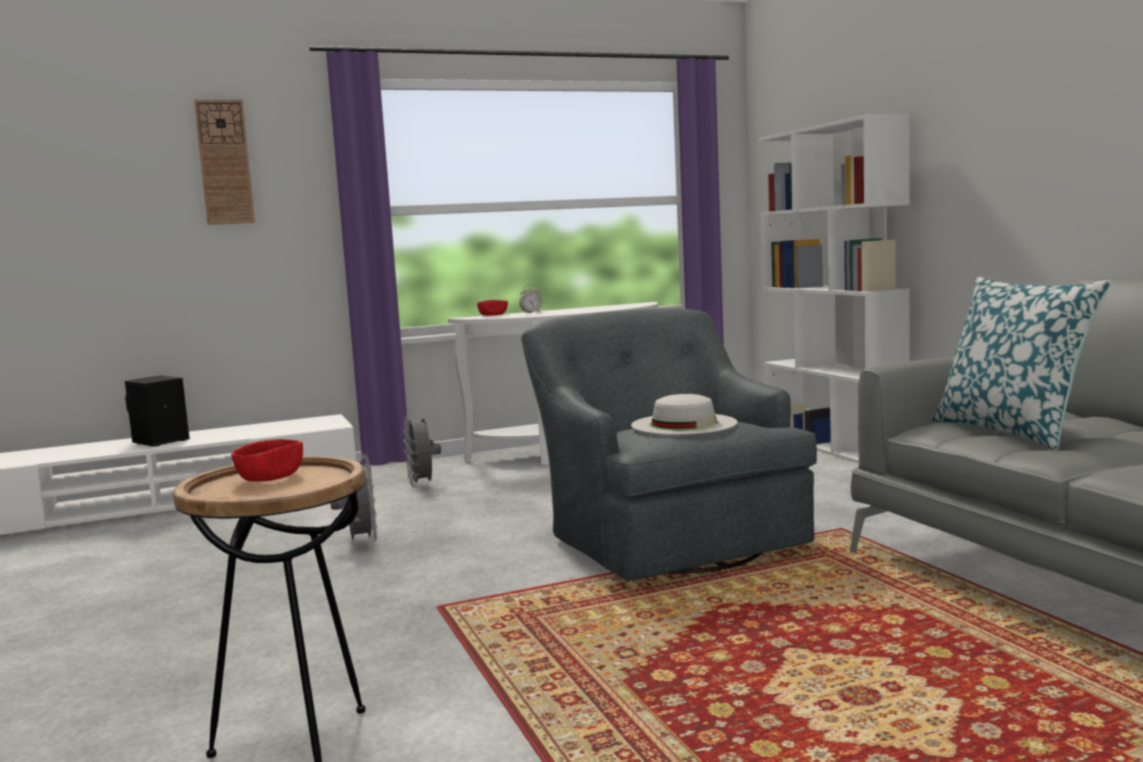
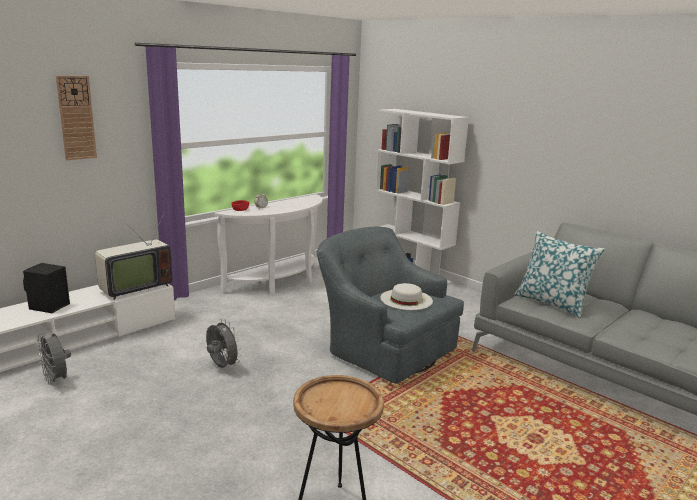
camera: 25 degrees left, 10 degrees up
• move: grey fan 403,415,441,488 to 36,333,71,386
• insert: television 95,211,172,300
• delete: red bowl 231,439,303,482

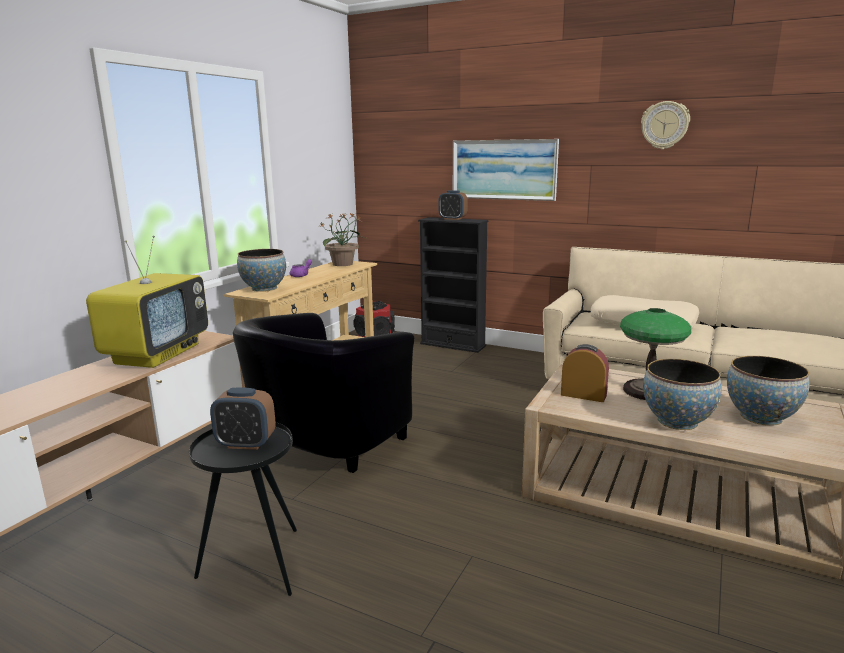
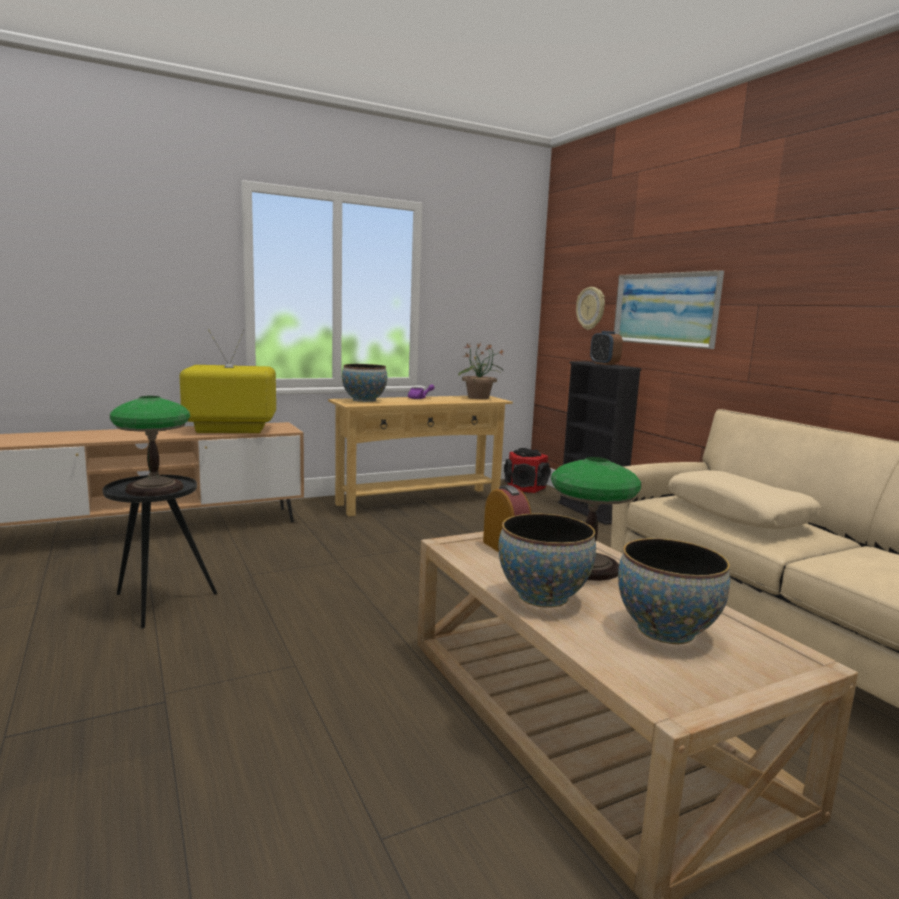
camera: 35 degrees right, 5 degrees down
• replace: alarm clock 210,387,276,450 to table lamp 110,396,190,497
• rotate: television 86,236,208,368 = 180,329,276,433 150 degrees counterclockwise
• move: wall clock 641,101,690,149 to 576,287,605,330
• delete: black armchair 233,313,414,473

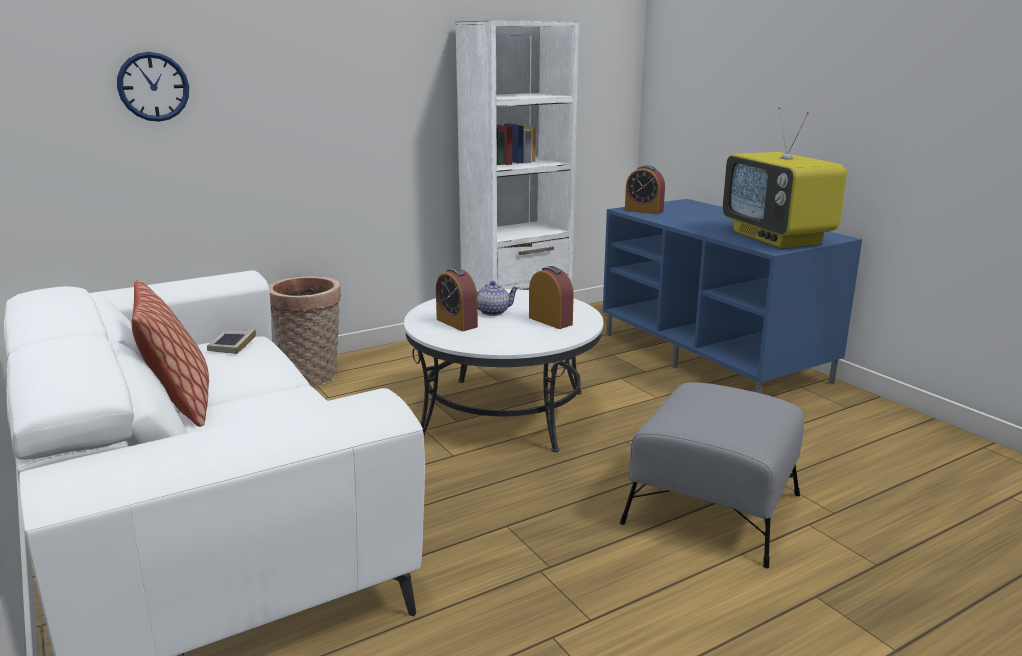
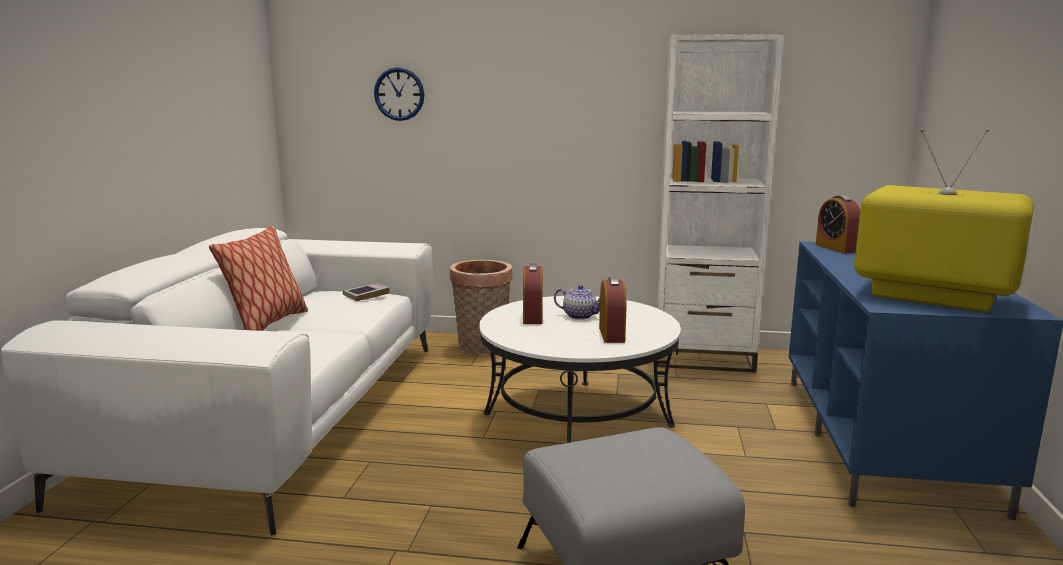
camera: 40 degrees right, 5 degrees down
• rotate: television 722,107,847,248 = 854,129,1034,312 105 degrees clockwise

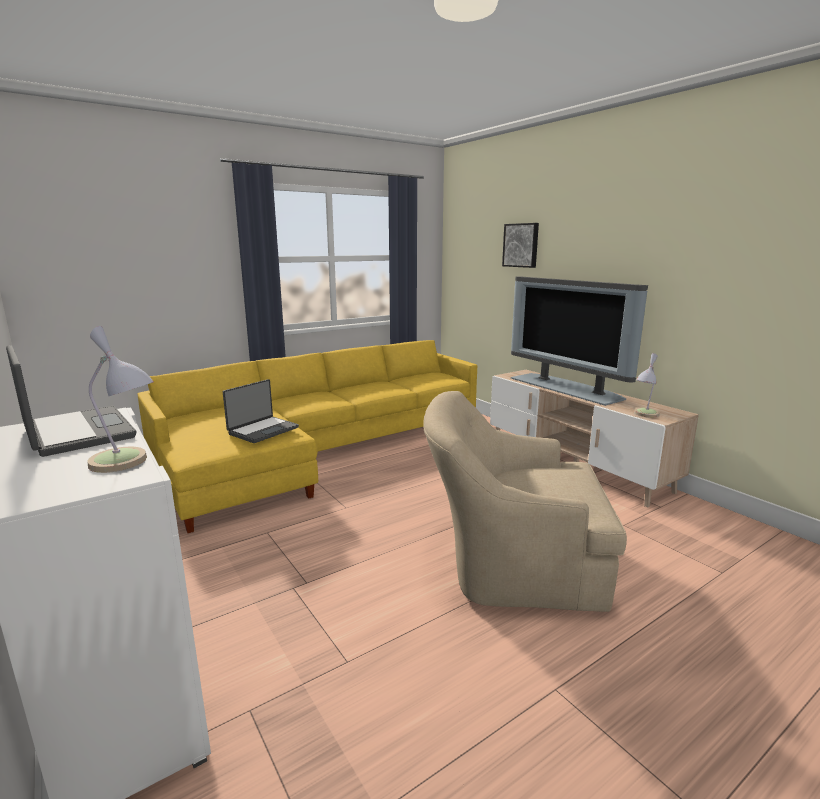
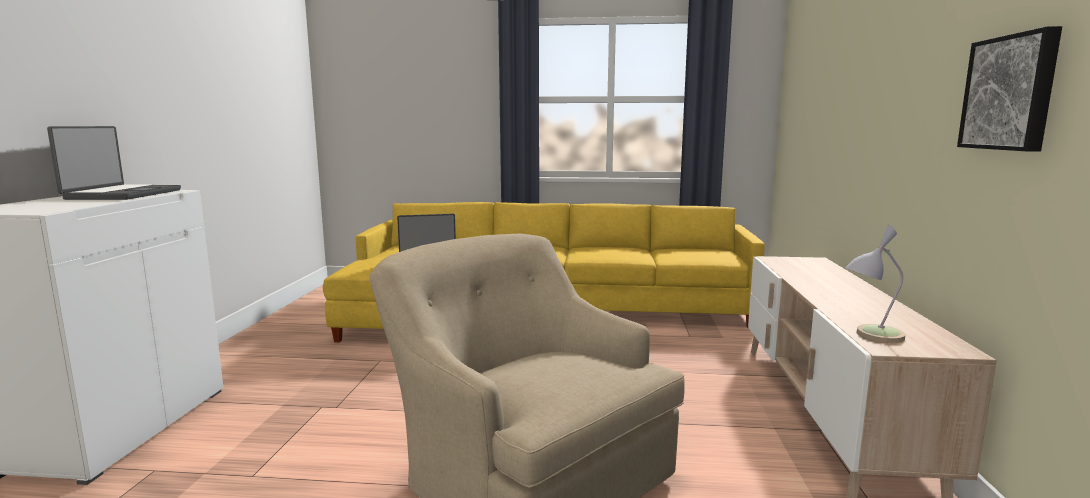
camera: 40 degrees right, 5 degrees down
• move: picture 502,223,539,268 to 957,26,1062,151
• delete: table lamp 87,326,154,473
• delete: television 511,276,648,406

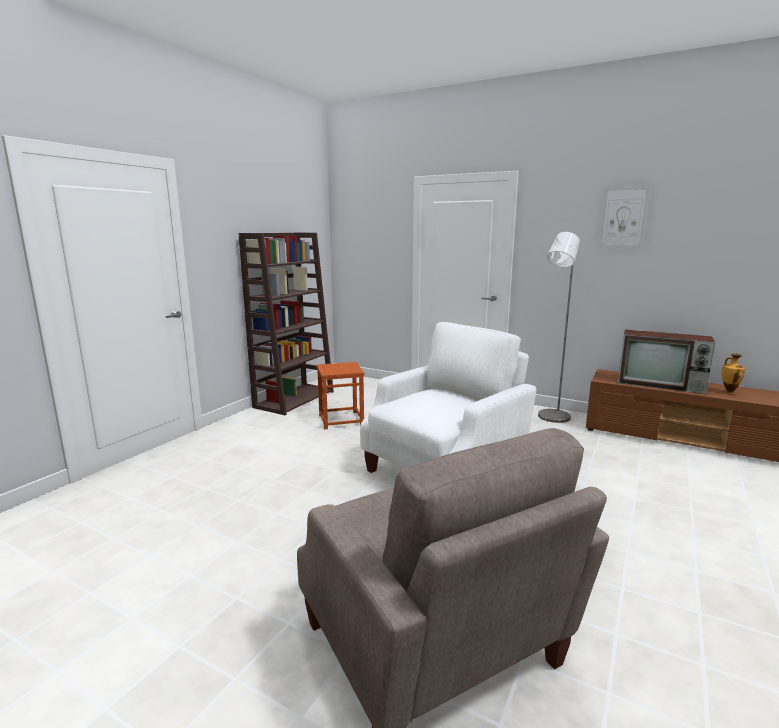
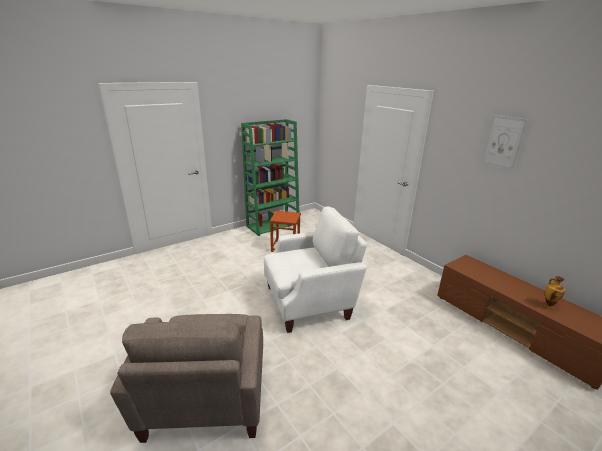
camera: 25 degrees right, 10 degrees up
• recolor: brown bookcase 239,233,334,415 to green bookcase 241,119,299,236
• delete: grey floor lamp 538,232,580,423
• delete: television 618,330,715,394

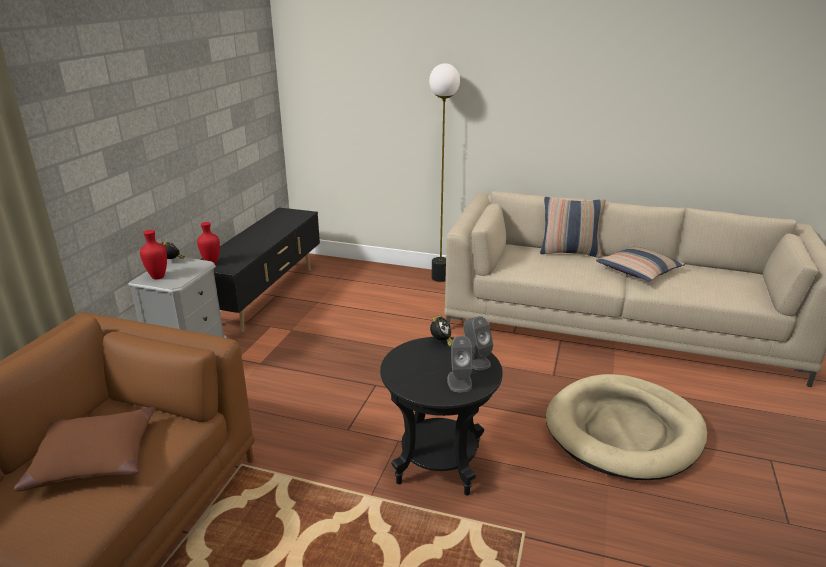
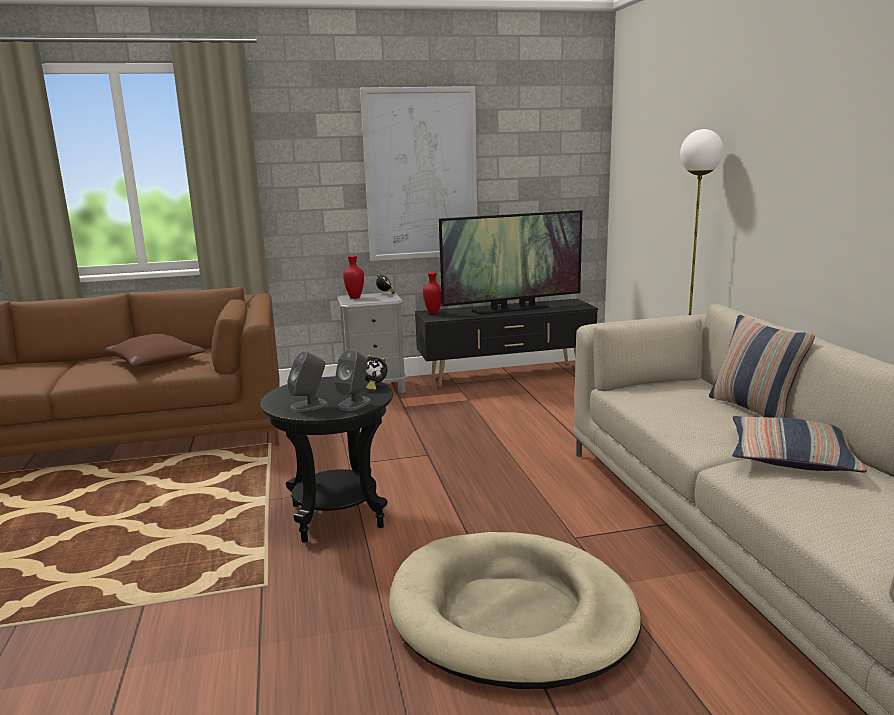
camera: 60 degrees right, 10 degrees down
• insert: picture 360,86,477,261
• insert: television 439,210,582,314

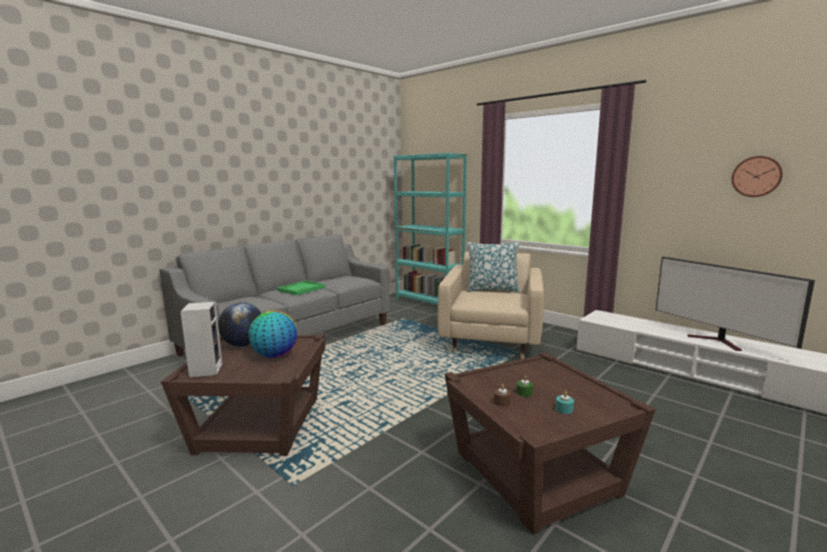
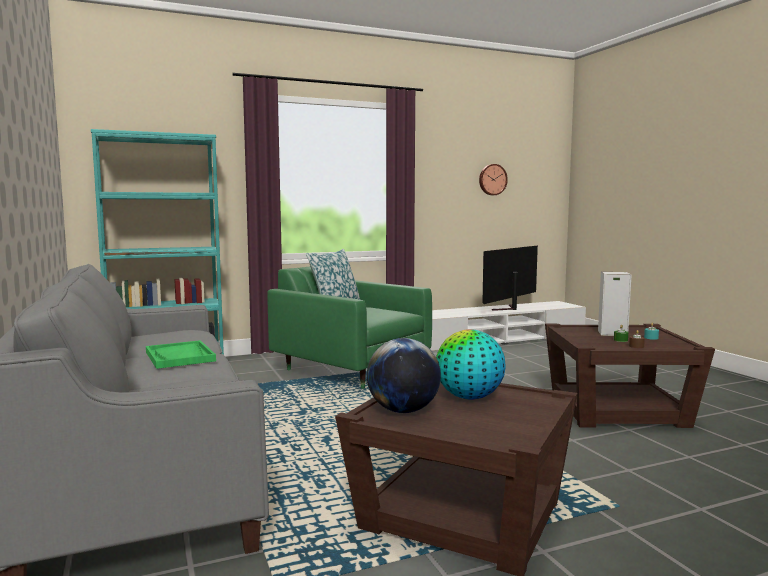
camera: 65 degrees left, 5 degrees down
• recolor: beige armchair 438,251,544,359 to green armchair 267,267,432,389
• rotate: television 656,257,815,351 = 482,246,538,311 135 degrees clockwise
• move: speaker 180,302,222,377 to 598,272,632,336

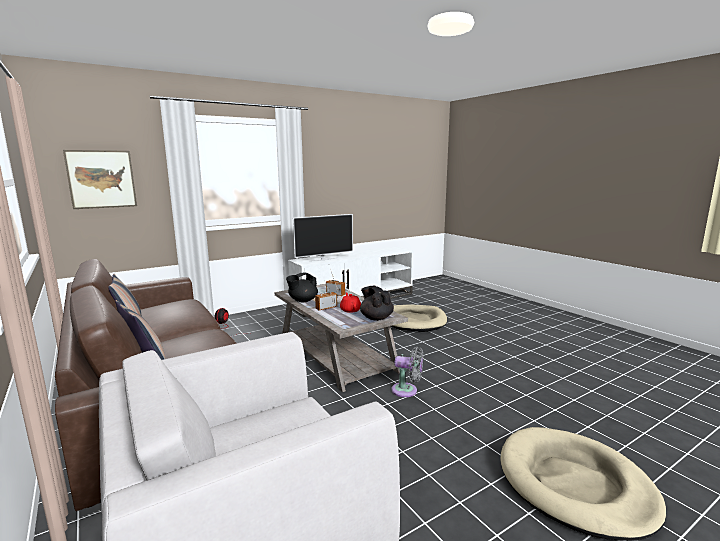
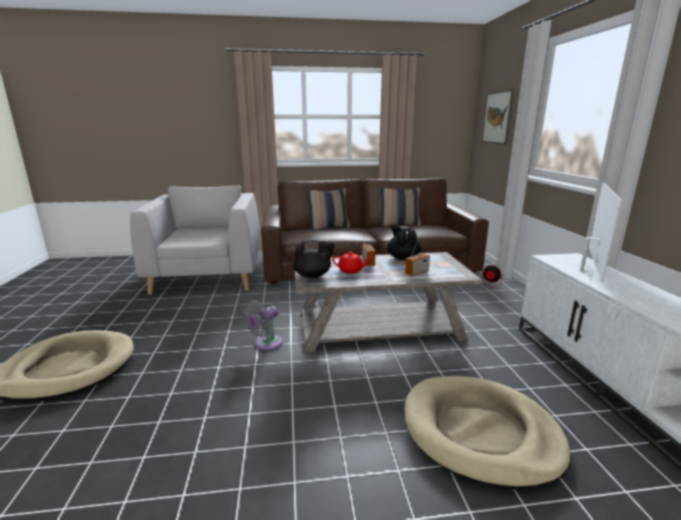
camera: 115 degrees right, 5 degrees up
• rotate: television 293,214,353,261 = 580,182,622,283 150 degrees counterclockwise

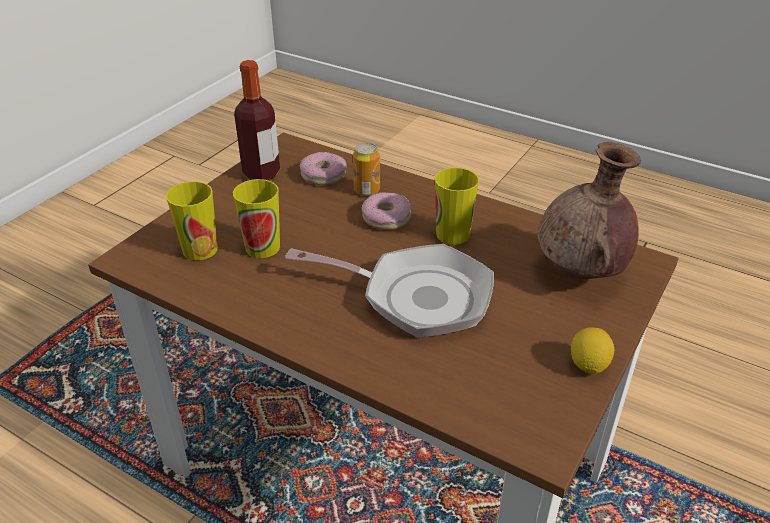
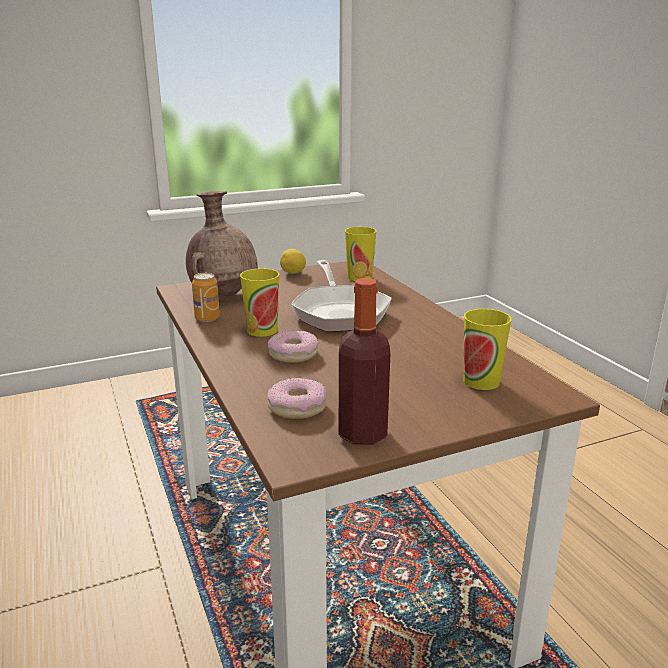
camera: 145 degrees left, 15 degrees down
• move: can 353,143,380,196 to 192,273,220,322
• rotate: frying pan 285,244,494,338 = 291,260,392,332 150 degrees counterclockwise
• move: cup 233,179,280,258 to 345,227,376,281

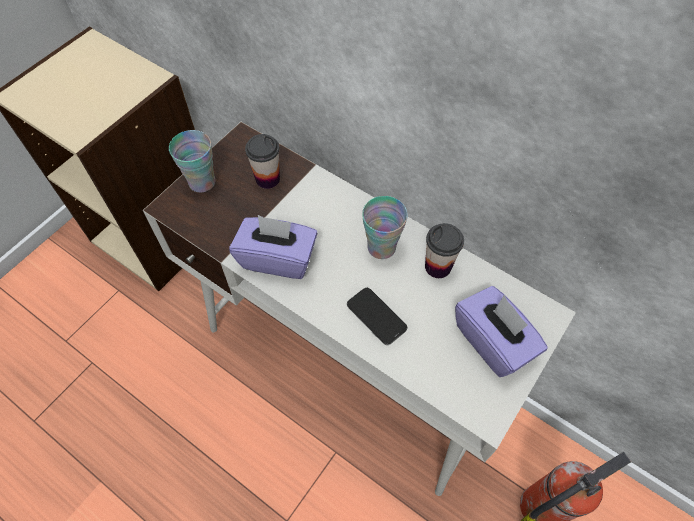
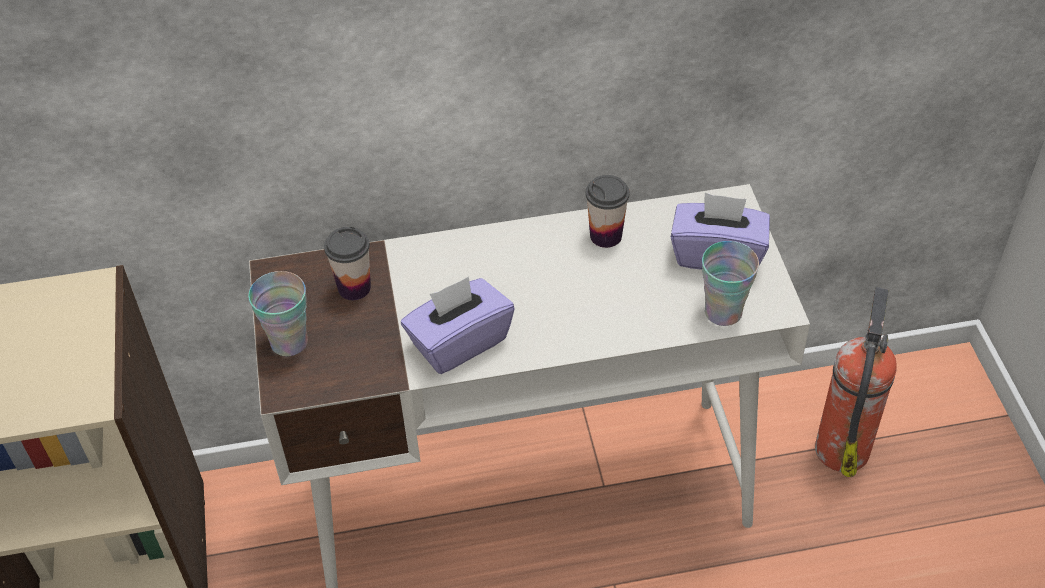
camera: 45 degrees left, 10 degrees down
• move: cup 362,196,408,259 to 702,241,759,326
• delete: phone 347,288,408,345

